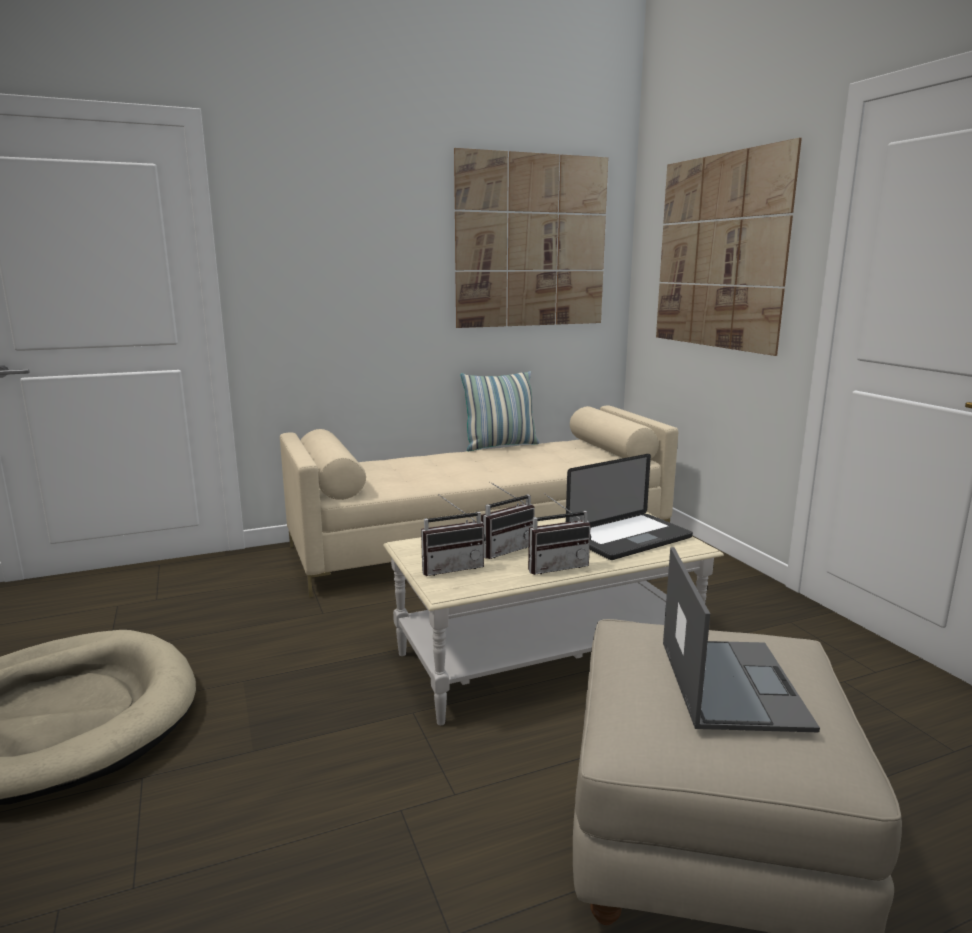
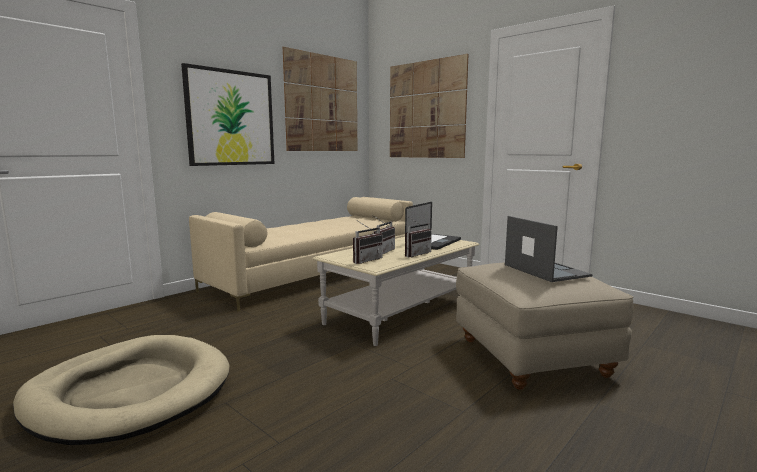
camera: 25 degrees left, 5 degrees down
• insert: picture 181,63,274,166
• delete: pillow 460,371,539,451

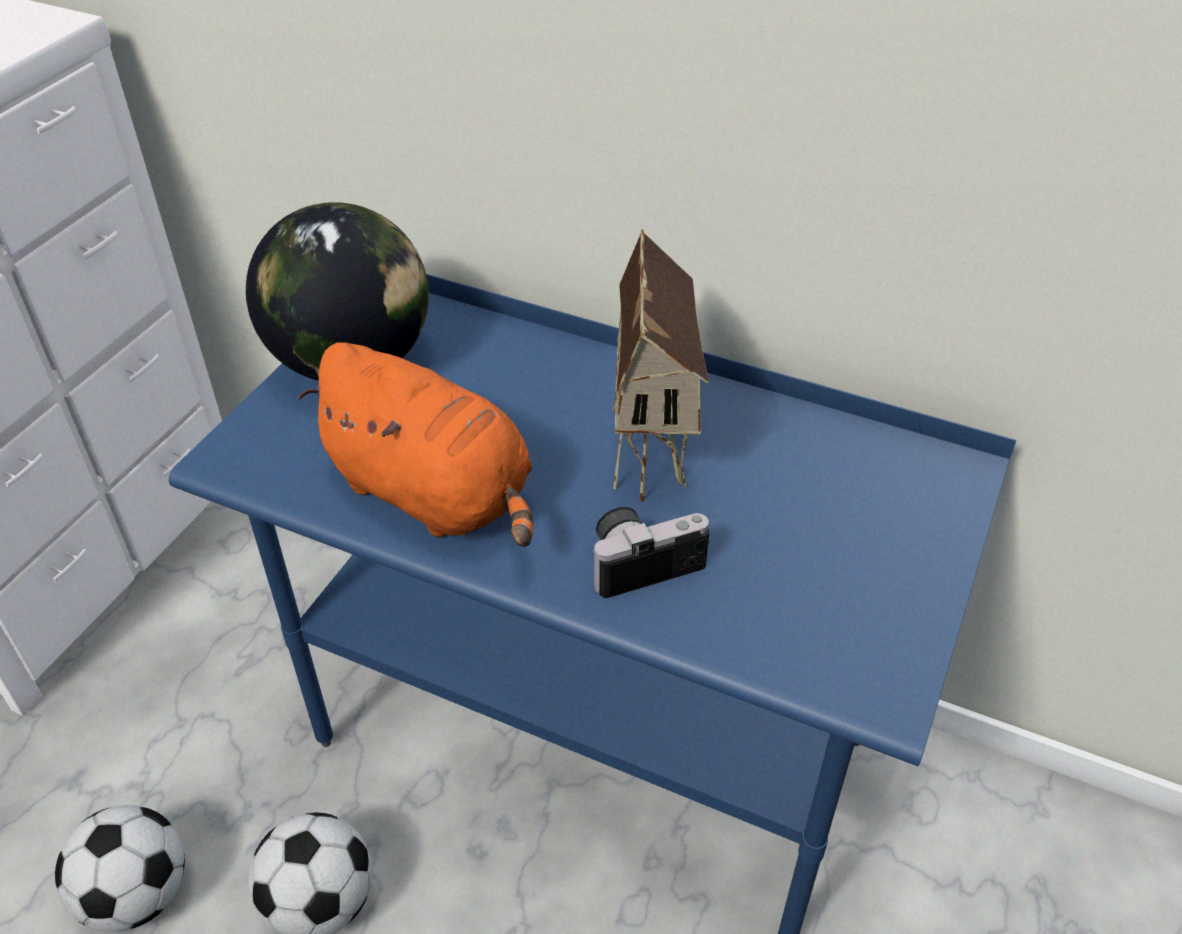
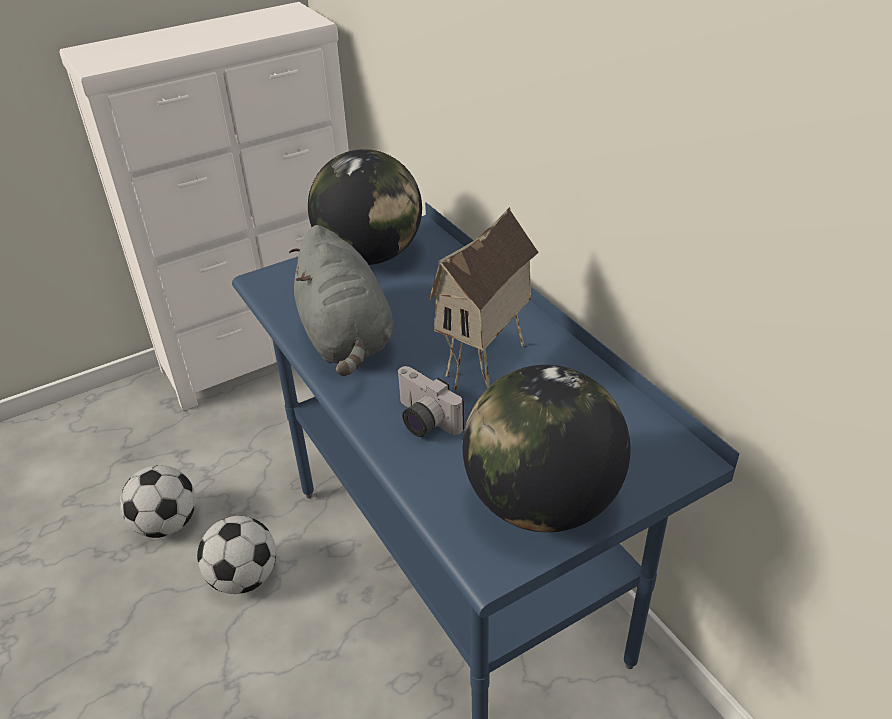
camera: 35 degrees right, 5 degrees down
• recolor: orange plush toy 298,342,534,547 to grey plush toy 289,225,394,376
• rotate: photo camera 591,507,709,598 = 397,366,465,437 150 degrees counterclockwise
• insert: globe 463,365,631,532

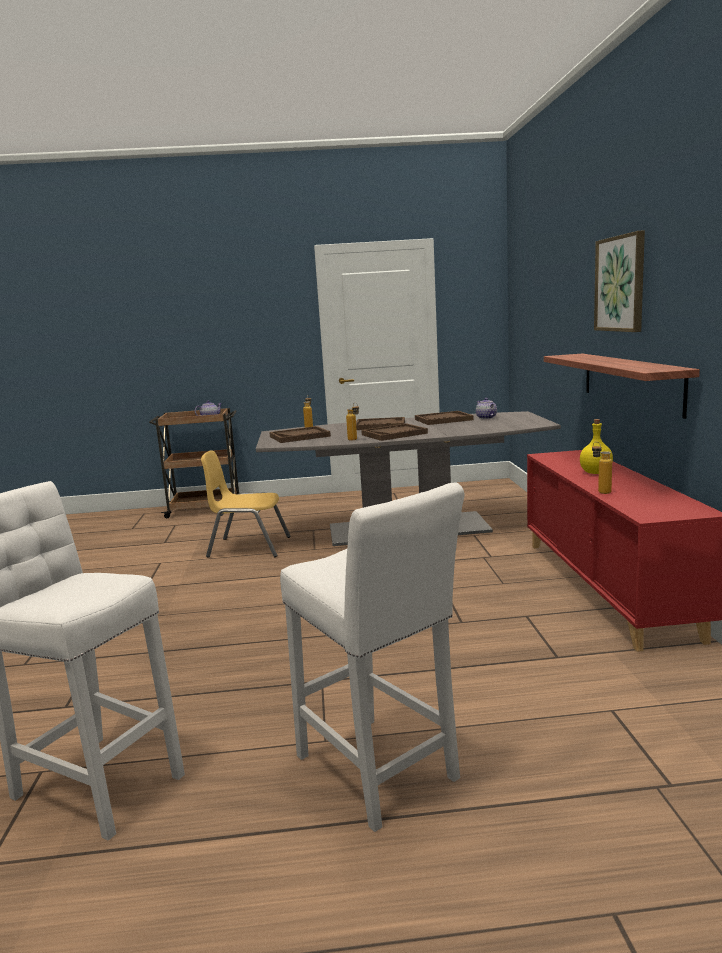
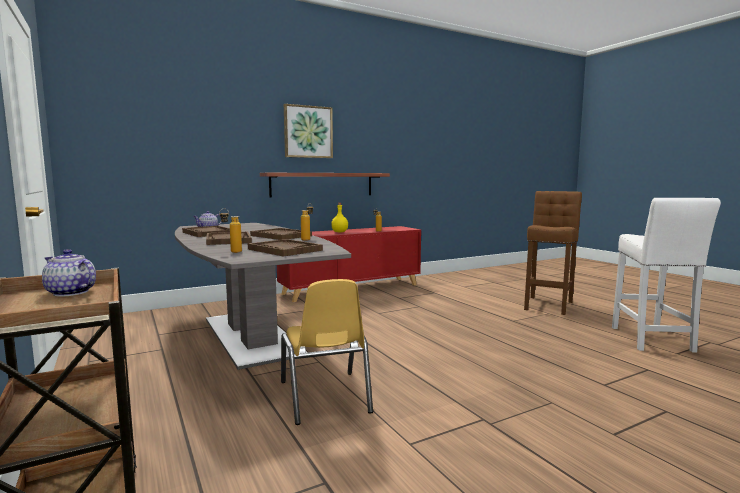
camera: 115 degrees left, 5 degrees down
• recolor: white stool 280,482,465,832 to brown stool 524,191,582,315

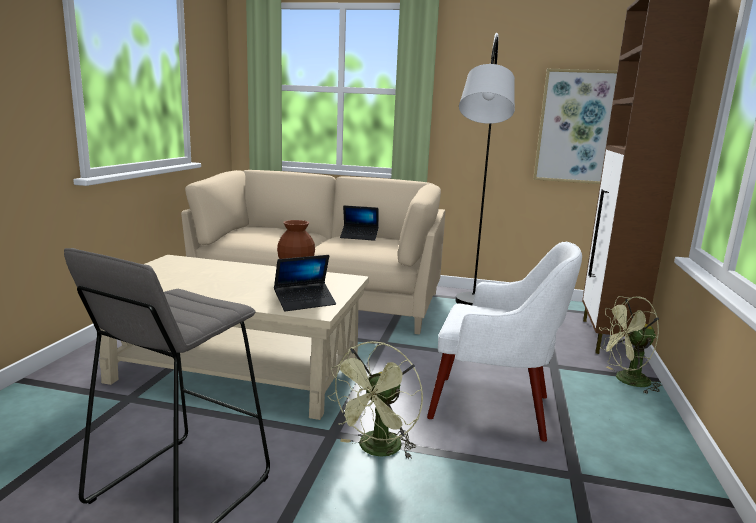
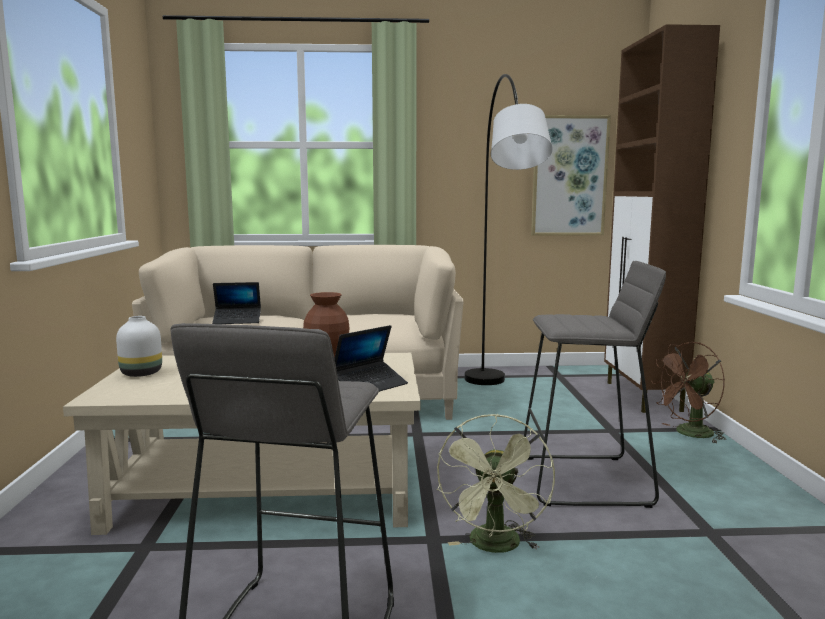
camera: 15 degrees left, 5 degrees down
• insert: white vase 116,316,162,377
• move: laptop 340,205,379,241 to 212,282,261,324
• replace: white armchair 427,242,582,442 to grey stool 524,261,666,508
• recolor: green fan 599,296,661,394 to brown fan 651,342,726,443

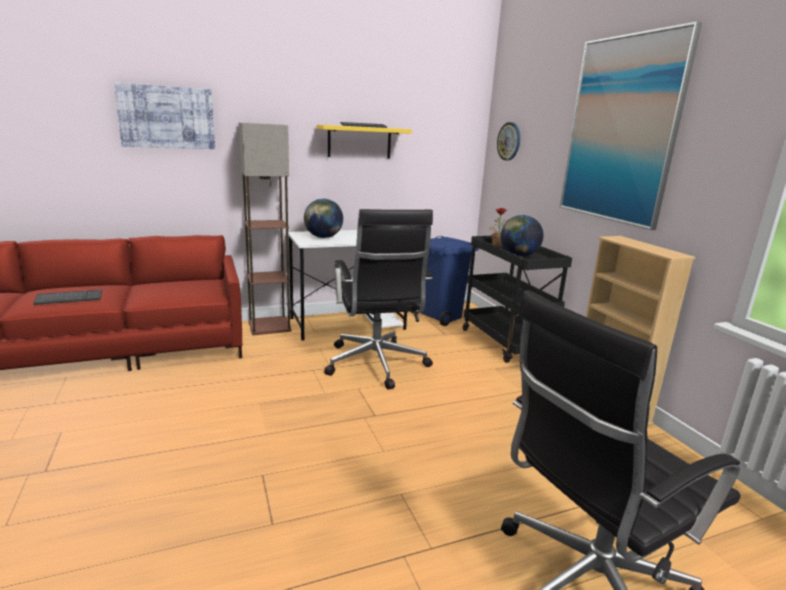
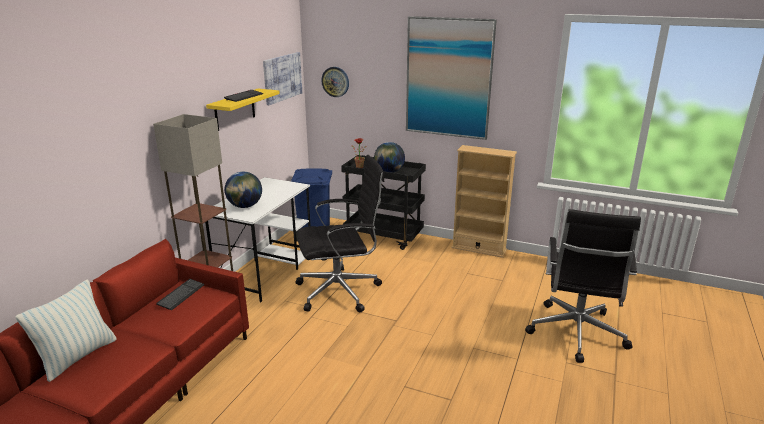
camera: 45 degrees left, 5 degrees up
• insert: pillow 15,279,117,382
• move: keyboard 33,290,102,305 to 156,279,205,310
• move: picture 114,83,215,149 to 263,52,302,105
• rotate: black office chair 324,209,433,389 = 295,155,384,312 45 degrees counterclockwise

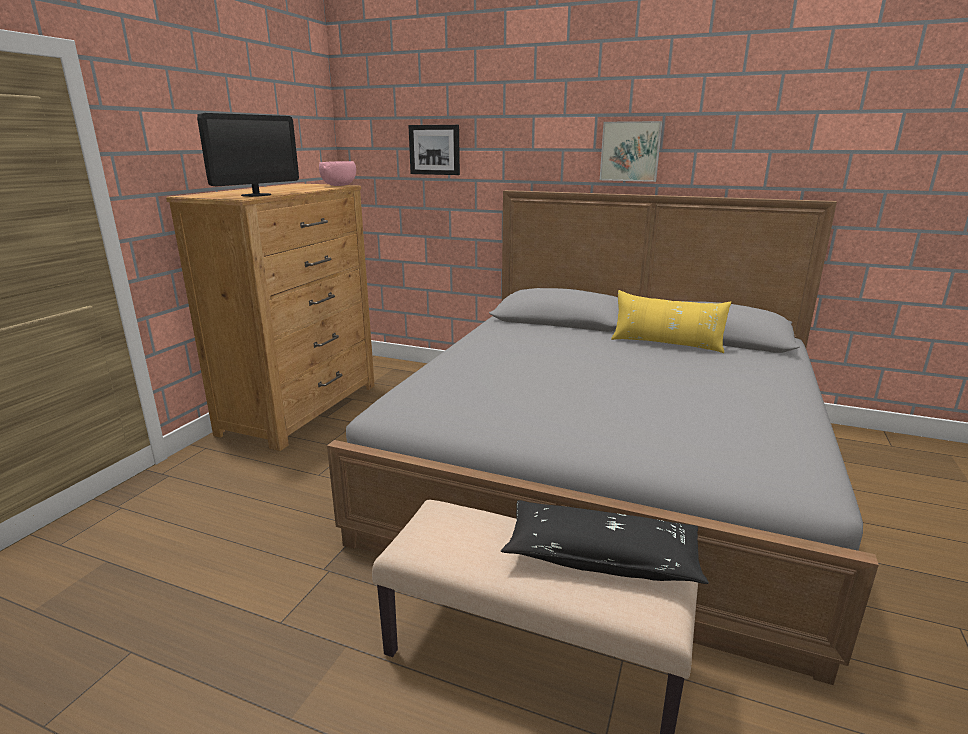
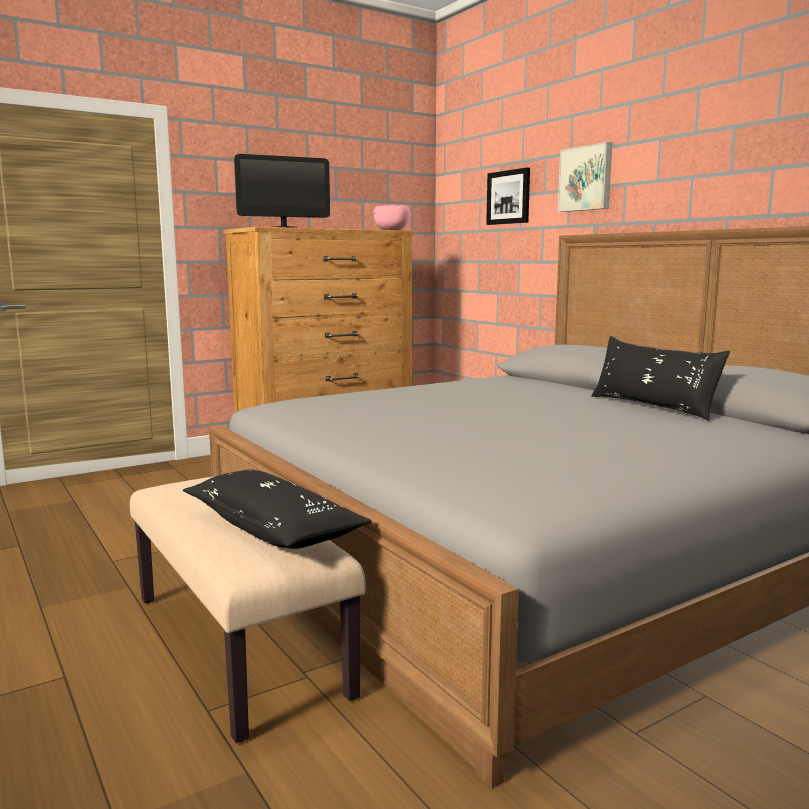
camera: 35 degrees right, 10 degrees down
• move: picture 600,121,662,182 to 558,142,612,212
• recolor: yellow pillow 611,290,731,353 to black pillow 591,336,730,421

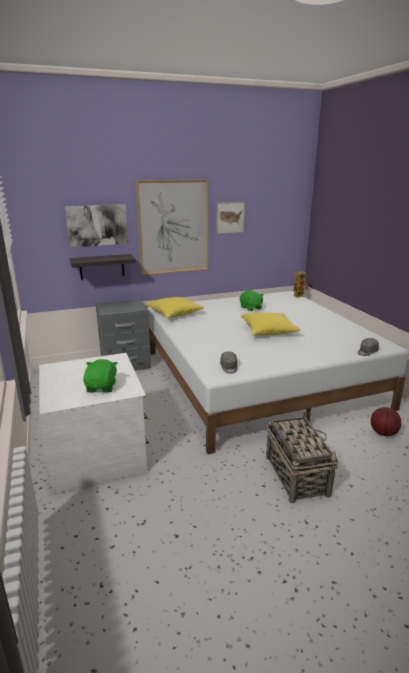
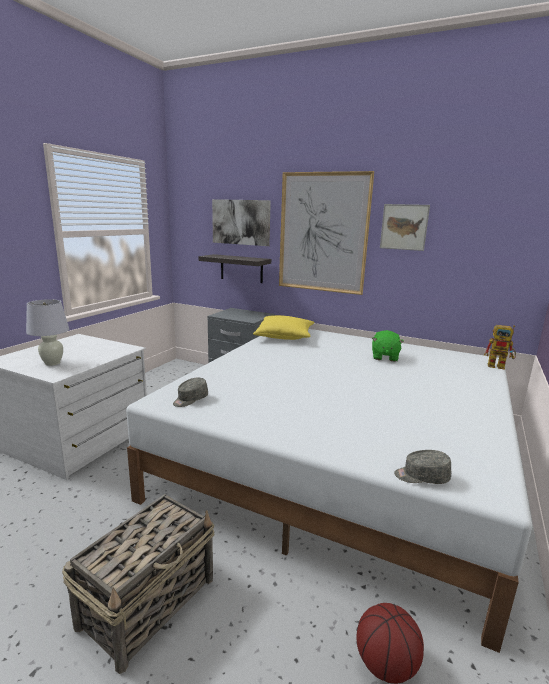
camera: 45 degrees right, 5 degrees down
• replace: green plush toy 83,359,118,393 to white table lamp 26,299,69,366
• delete: yellow pillow 241,312,300,335

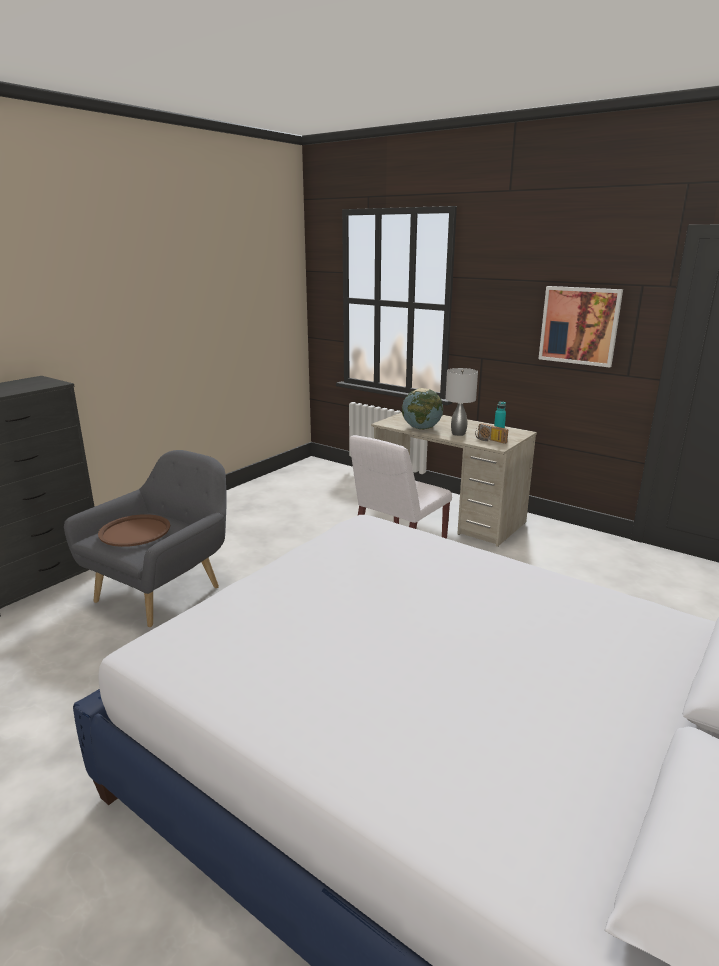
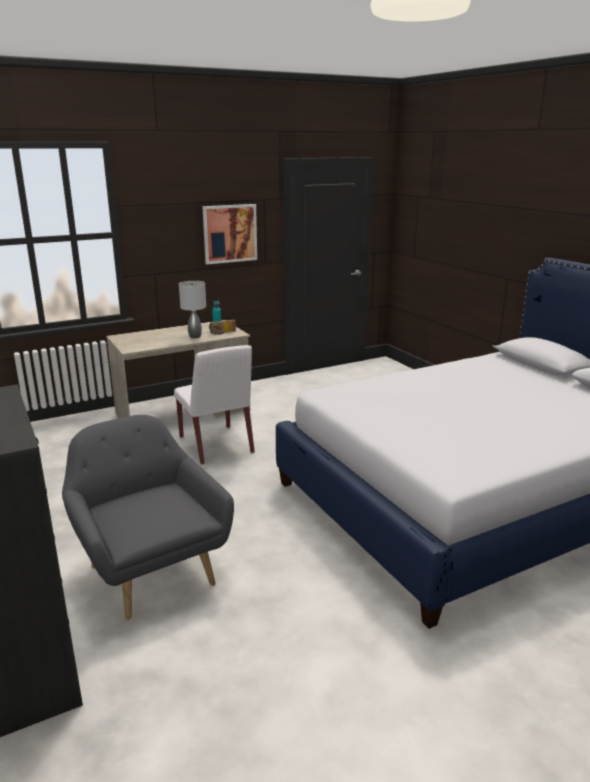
camera: 65 degrees left, 0 degrees up
• delete: brown tray 98,514,170,547
• delete: globe 402,388,443,430

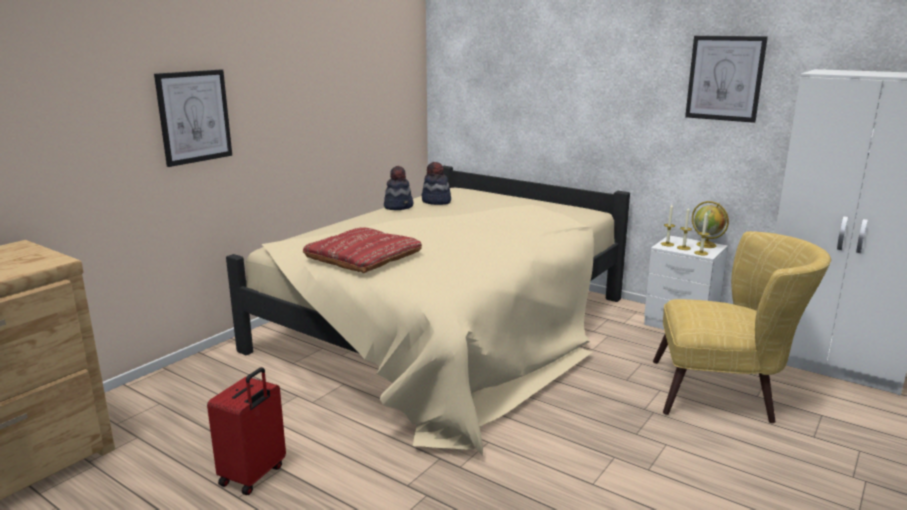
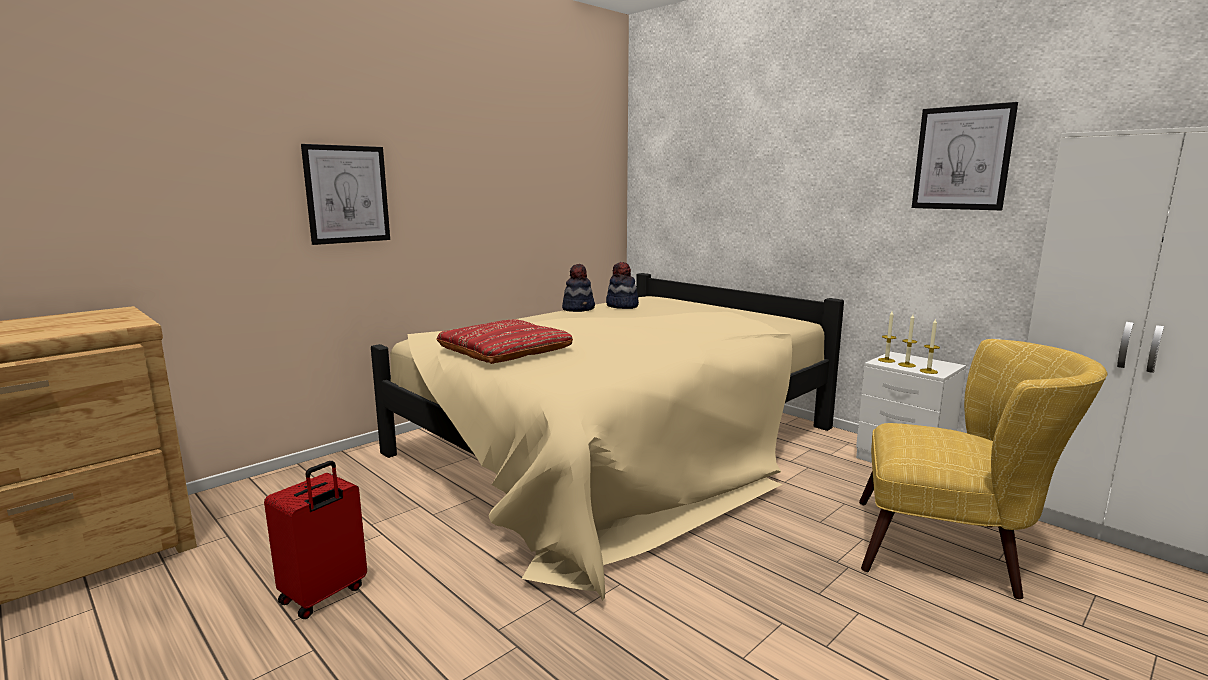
camera: 10 degrees right, 5 degrees down
• delete: globe 692,201,729,248

